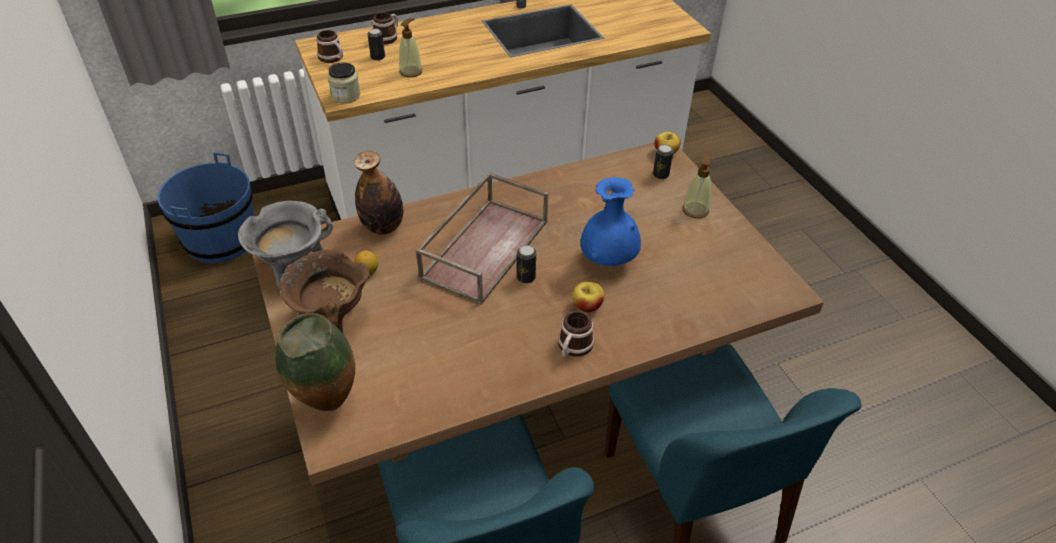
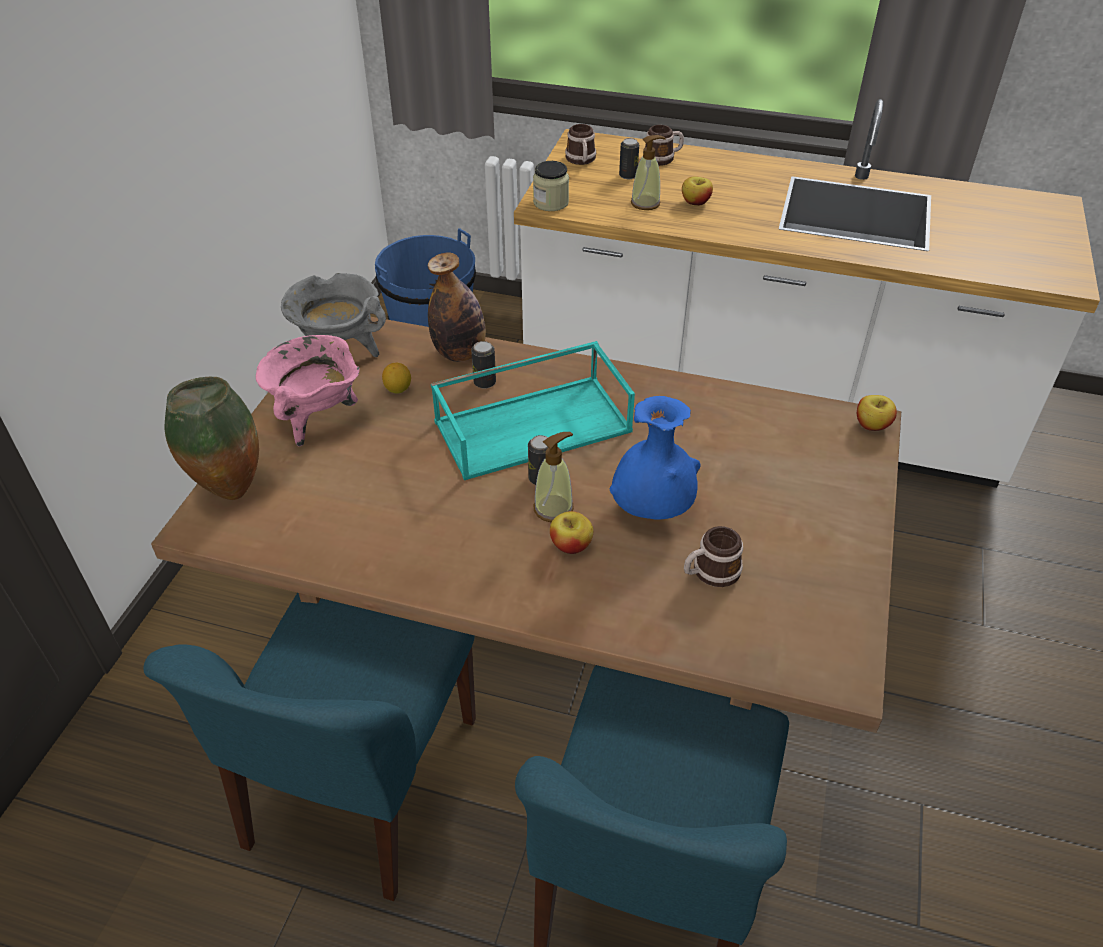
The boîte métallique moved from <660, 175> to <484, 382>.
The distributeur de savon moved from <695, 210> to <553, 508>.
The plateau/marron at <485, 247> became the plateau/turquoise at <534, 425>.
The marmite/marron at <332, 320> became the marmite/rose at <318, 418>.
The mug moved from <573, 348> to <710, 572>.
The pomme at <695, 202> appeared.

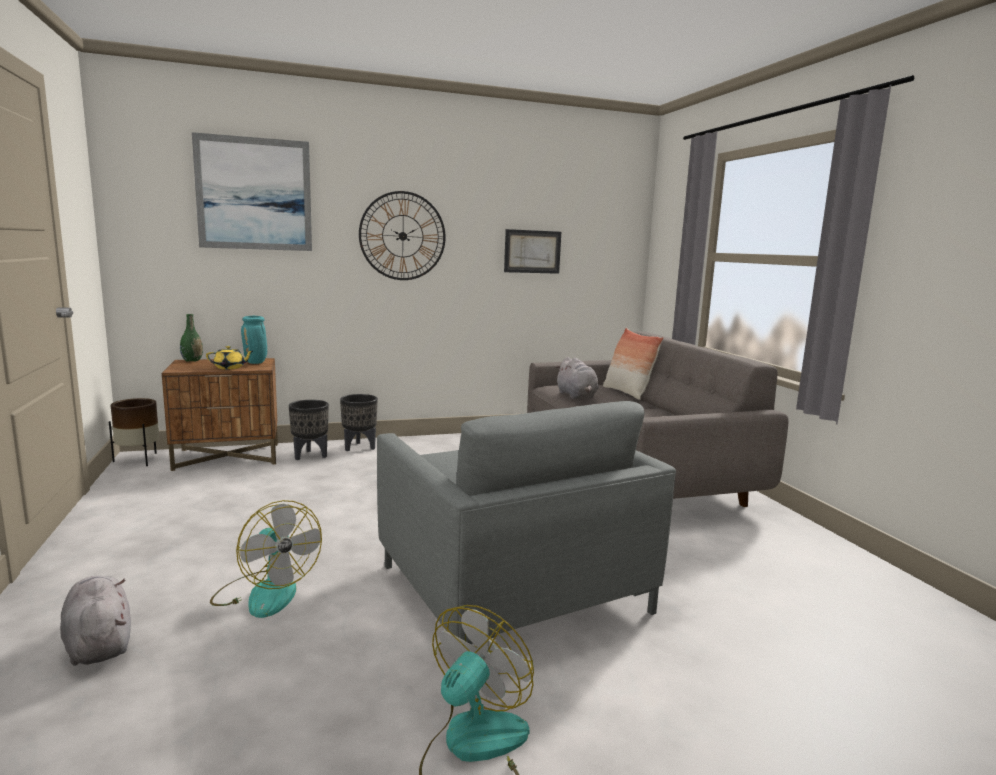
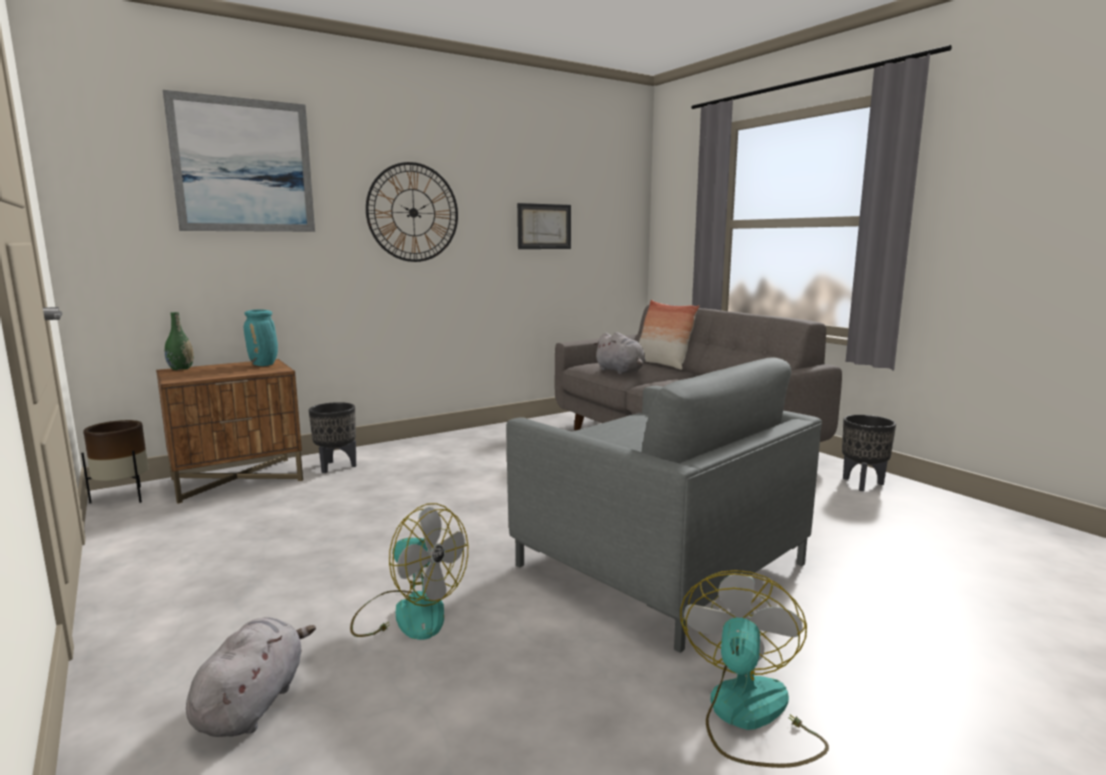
The théière/jaune at <230, 368> disappeared.
The cache-pot/noir moved from <359, 447> to <863, 484>.
The peluche/gris at <99, 643> turned 60 degrees clockwise.

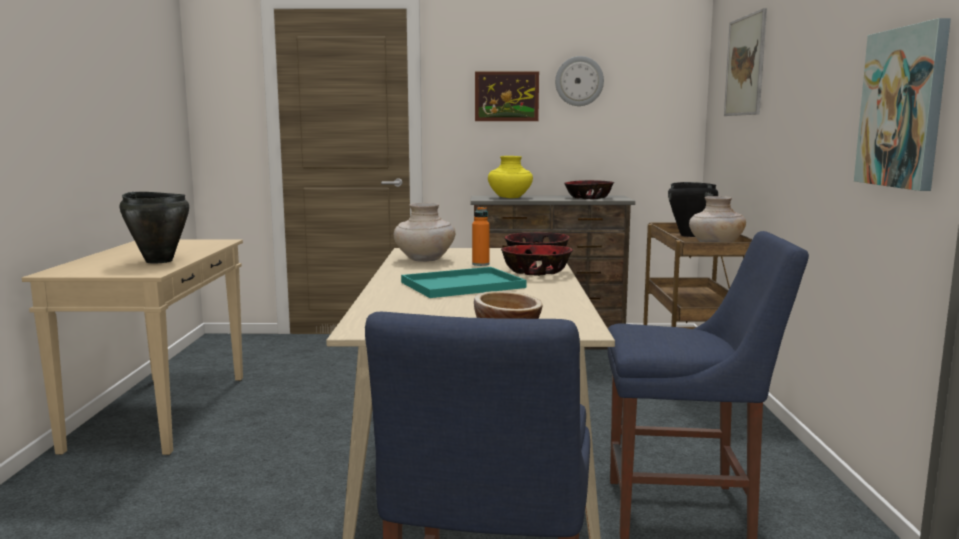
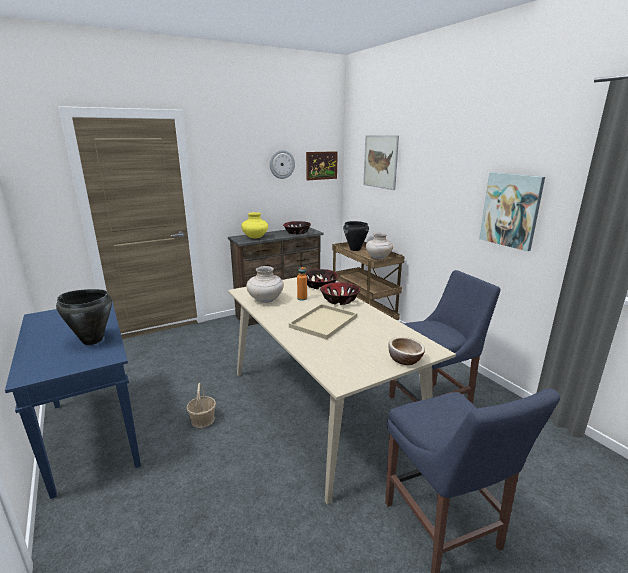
The tableau moved from <506, 96> to <321, 165>.
The table console/beige at <161, 412> became the table console/bleu at <93, 433>.
The plateau/turquoise at <461, 285> became the plateau/beige at <323, 322>.
The panier at <203, 420> appeared.

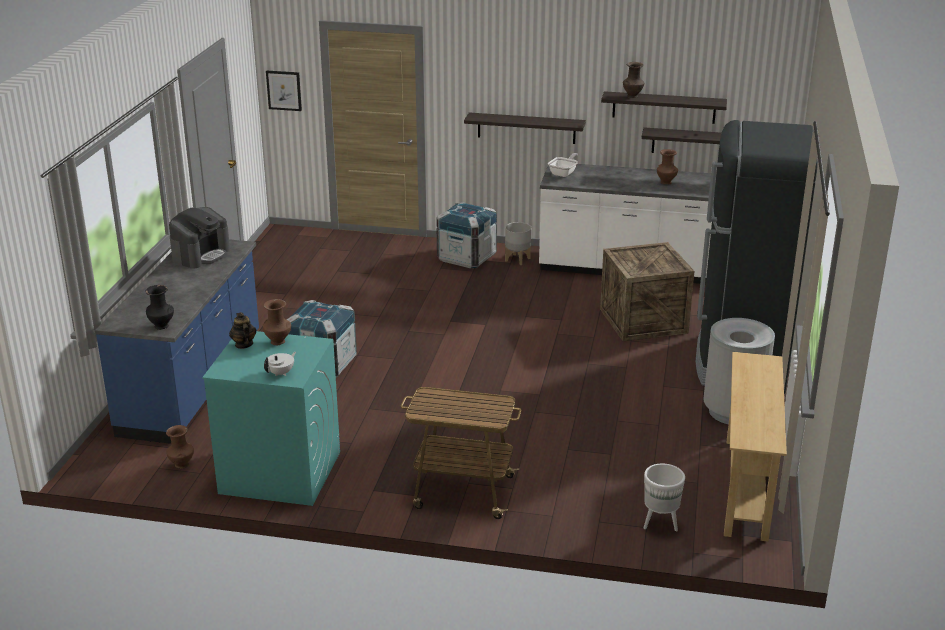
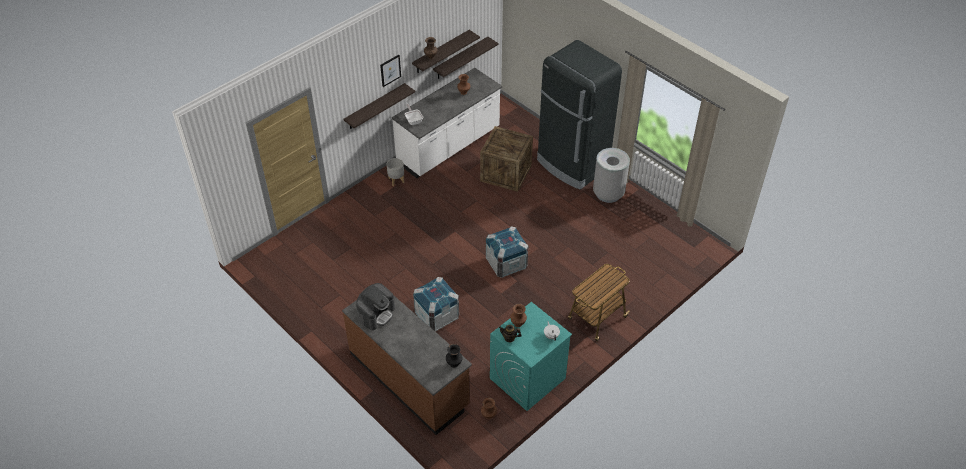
The tableau moved from <284, 90> to <390, 70>.
The caisse moved from <467, 257> to <506, 263>.
The machine à café at <201, 255> turned 60 degrees clockwise.
The comptoir de cuisine/bleu at <193, 385> became the comptoir de cuisine/marron at <409, 379>.
The table console/beige at <747, 487> disappeared.
The cache-pot/blanc at <659, 523> disappeared.

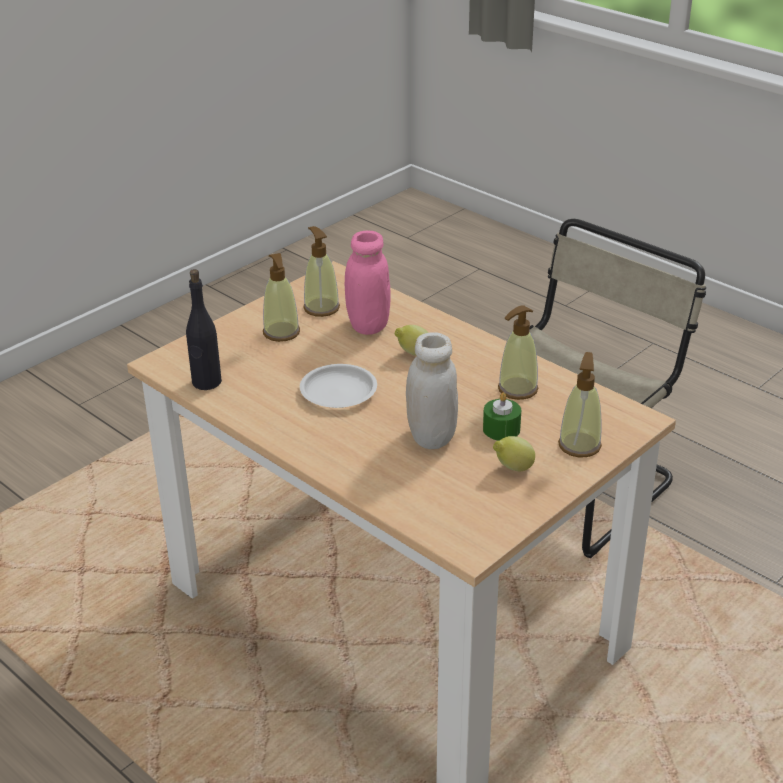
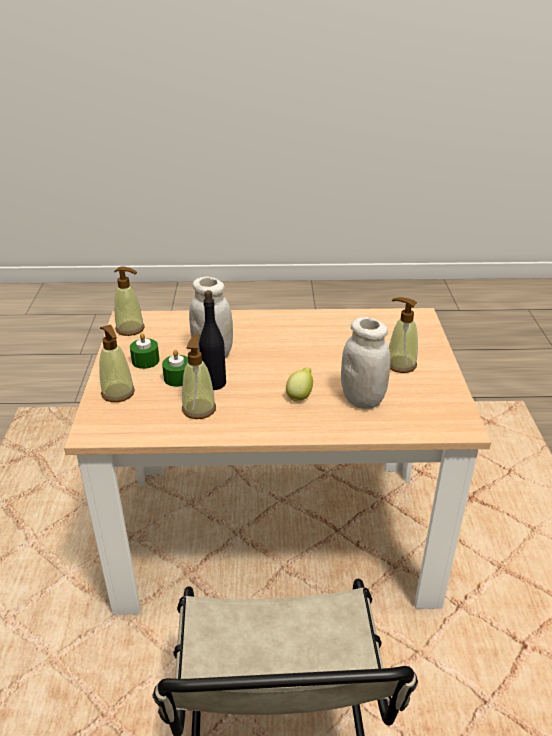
The distributeur de savon moved from <321, 308> to <130, 329>.
The bocal/rose at <368, 325> became the bocal/blanc at <362, 400>.
The bouteille/noir moved from <206, 382> to <214, 383>.
The assiette/blanc at <338, 392> disappeared.
The citron at <512, 468> was replaced by the bougie/vert at <145, 360>.

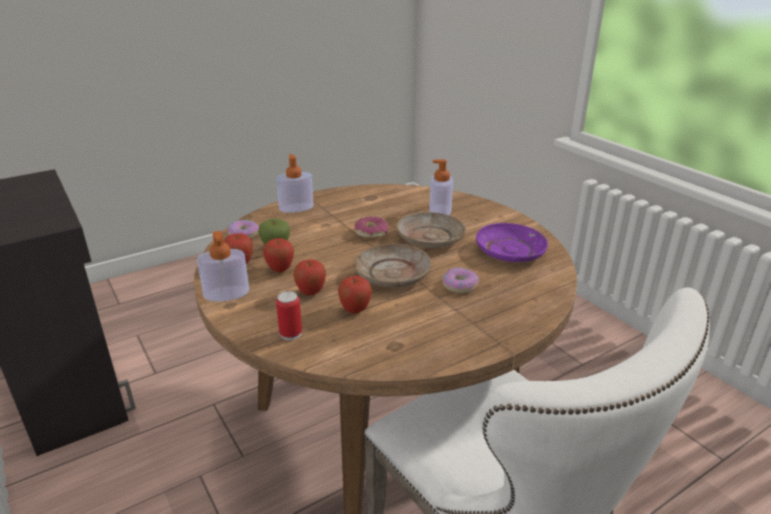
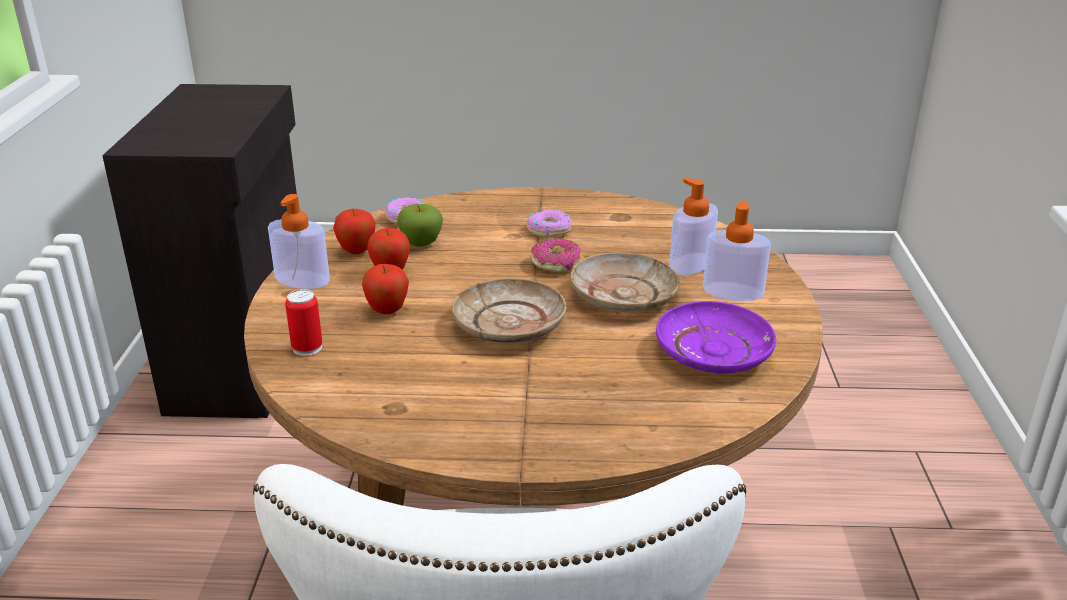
The distributeur de savon moved from <296, 208> to <733, 292>.
The beignet moved from <459, 285> to <549, 230>.
The pomme at <355, 310> disappeared.

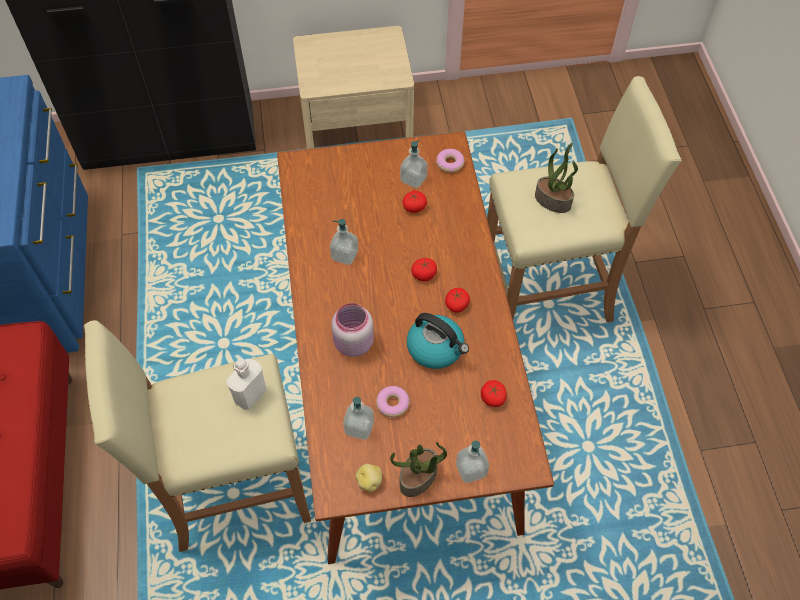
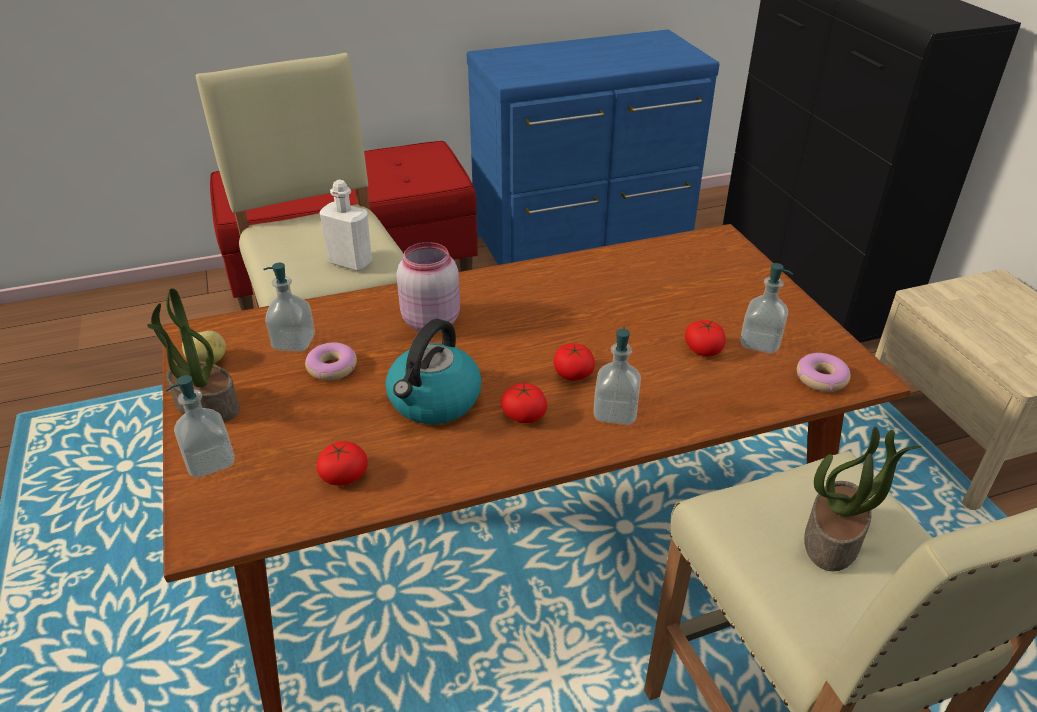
The distributeur de savon moved from <344, 255> to <615, 413>.

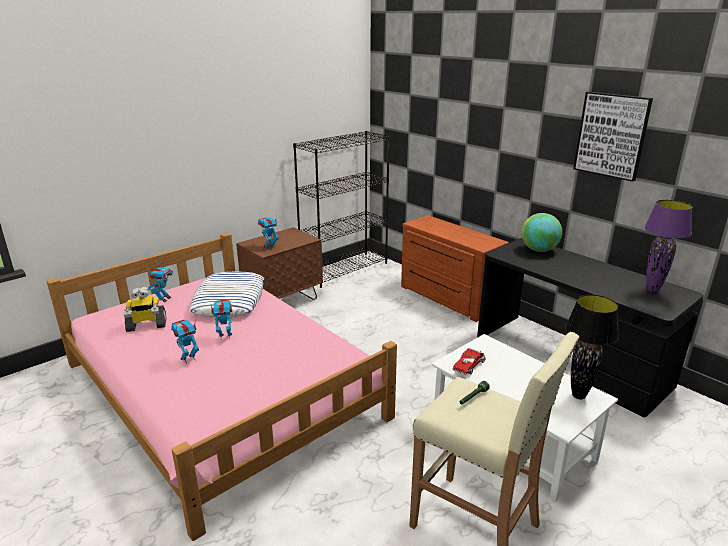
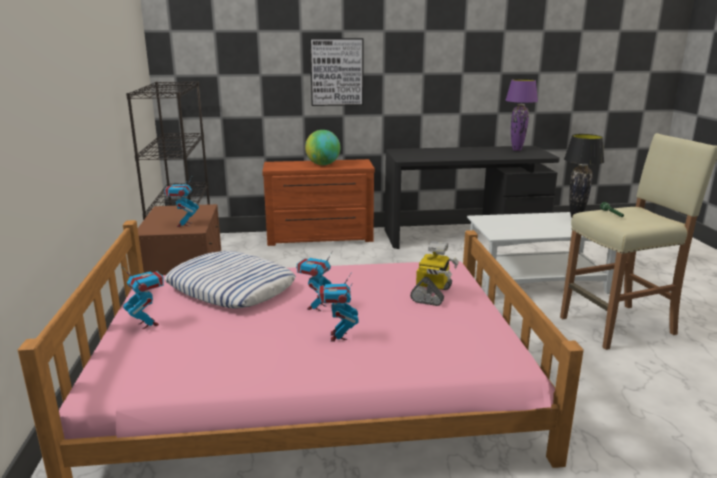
The tableau moved from <611, 135> to <336, 72>.
The globe moved from <539, 250> to <323, 164>.
The robot jouet moved from <146, 325> to <432, 294>.
The camion jouet at <469, 366> disappeared.

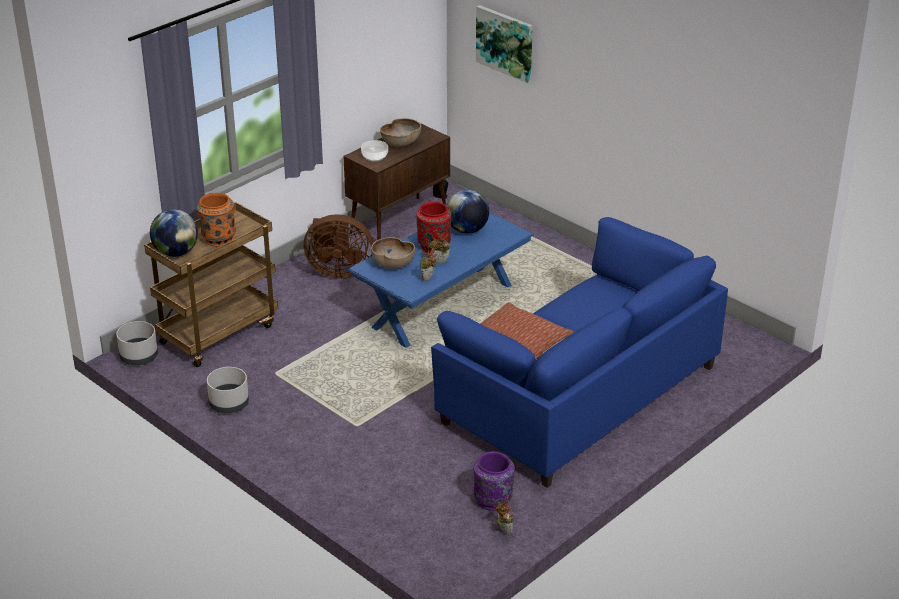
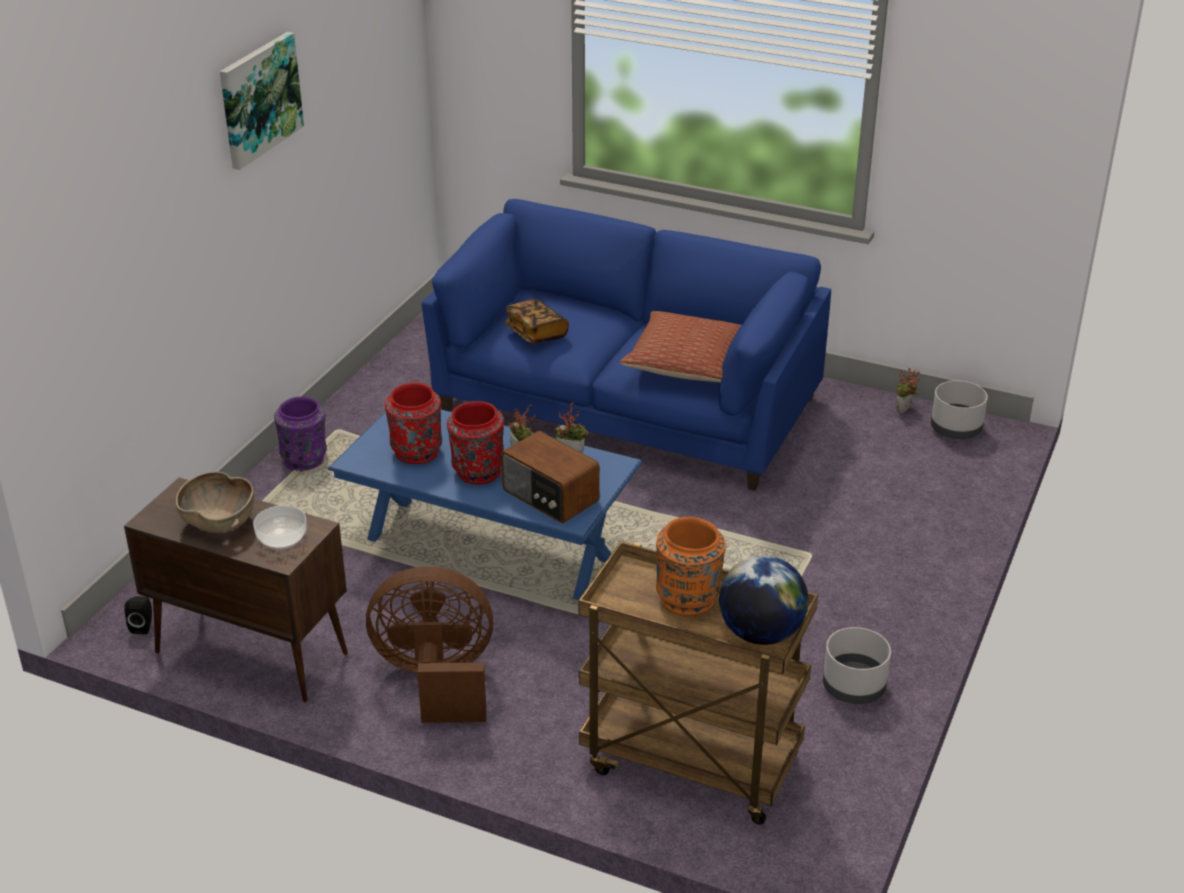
The tableau moved from <505, 43> to <259, 99>.
The globe at <467, 230> was replaced by the vase/rouge at <416, 453>.
The ventilateur/marron at <338, 271> turned 75 degrees counterclockwise.
The bol/marron at <393, 264> was replaced by the radio at <550, 497>.
The cache-pot/gris moved from <138, 357> to <956, 429>.
The vase/violet moved from <493, 500> to <304, 459>.
The livre at <536, 333> appeared.

